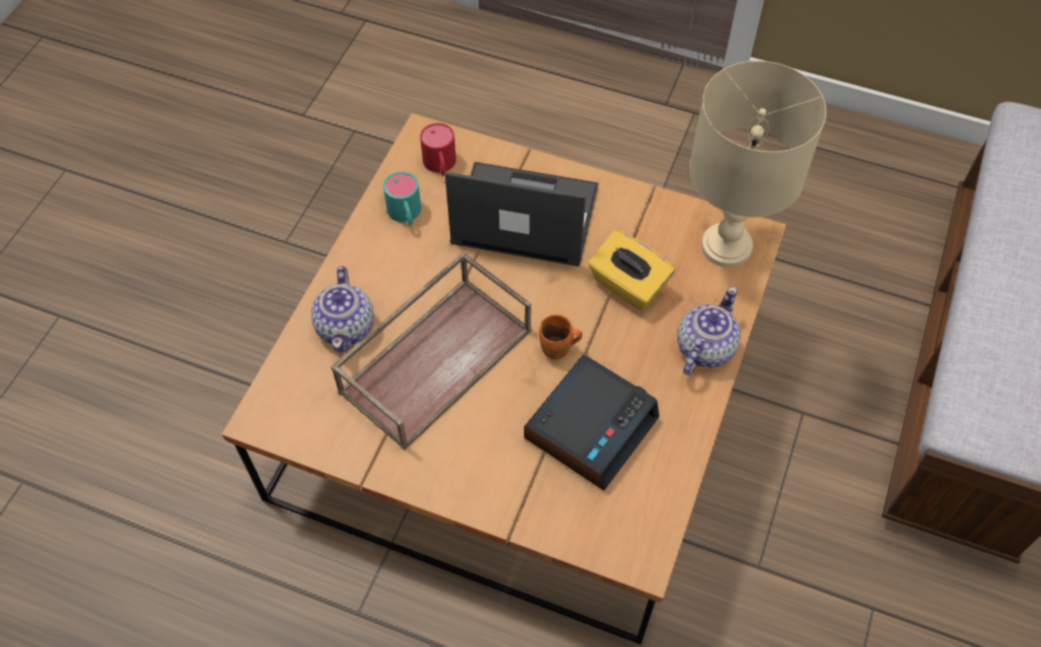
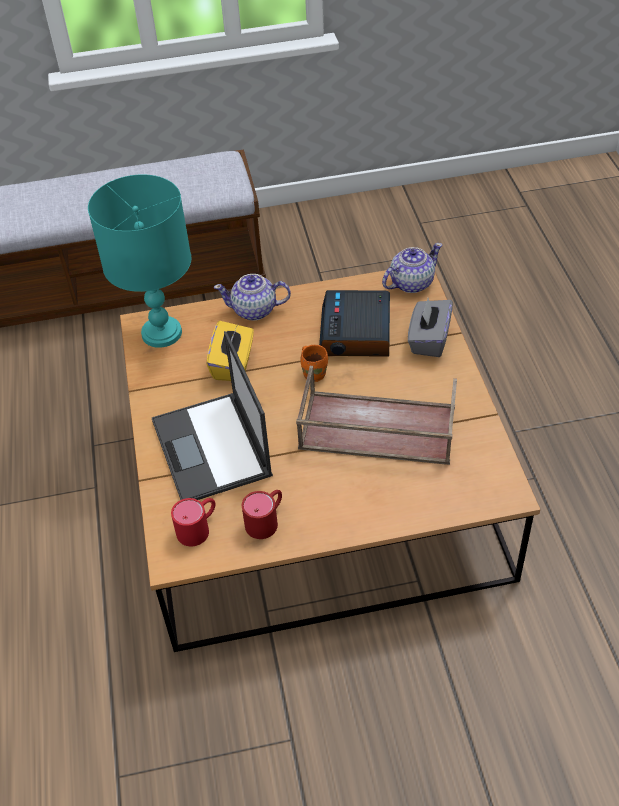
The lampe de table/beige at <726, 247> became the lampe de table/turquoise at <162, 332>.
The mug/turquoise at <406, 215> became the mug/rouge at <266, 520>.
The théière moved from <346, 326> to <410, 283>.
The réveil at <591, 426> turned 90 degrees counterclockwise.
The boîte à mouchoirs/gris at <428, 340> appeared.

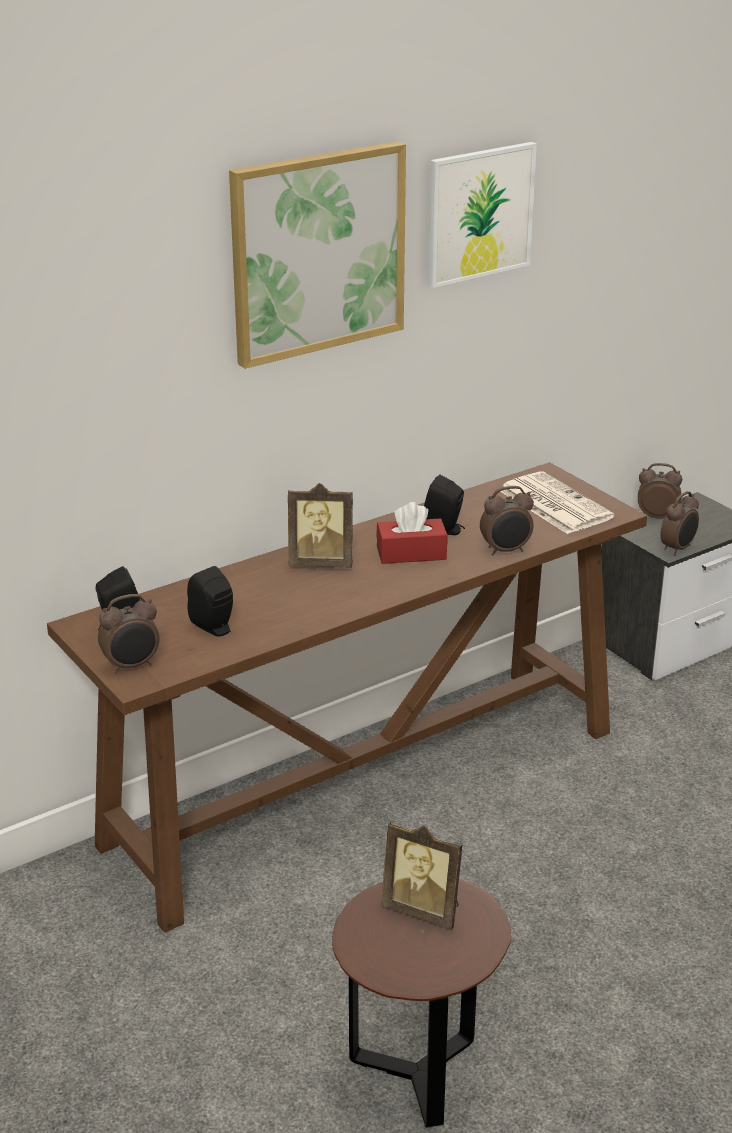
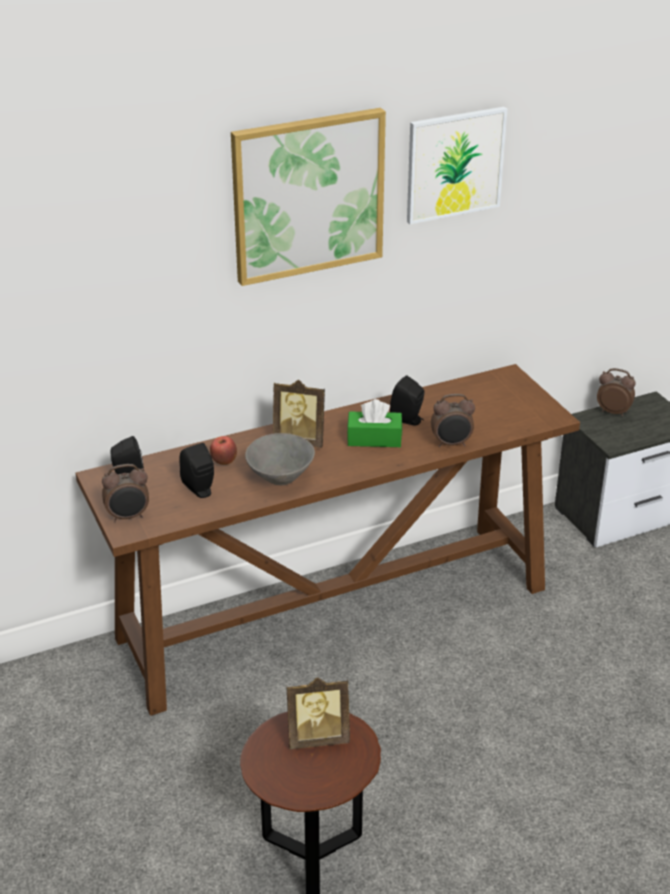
The journal at <553, 504> disappeared.
The réveil at <678, 549> disappeared.
The boîte à mouchoirs/rouge at <411, 553> became the boîte à mouchoirs/vert at <374, 439>.
The cadre photo at <423, 910> turned 45 degrees counterclockwise.
The bol/gris at <280, 477> appeared.
The pomme at <224, 462> appeared.

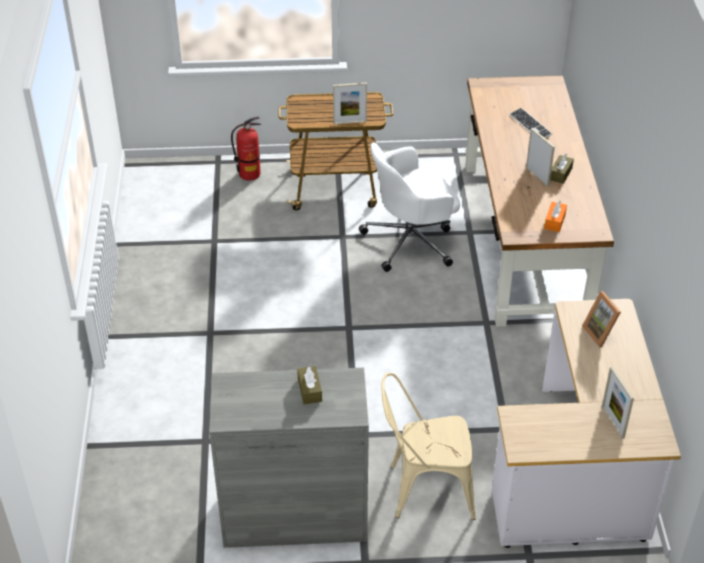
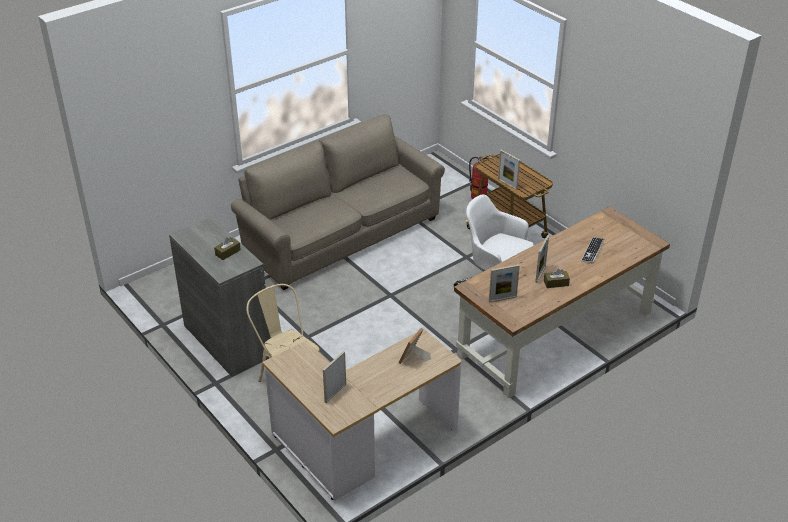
The boîte à mouchoirs/orange at <554, 221> was replaced by the cadre photo at <502, 299>.
The canapé/beige at <340, 234> appeared.

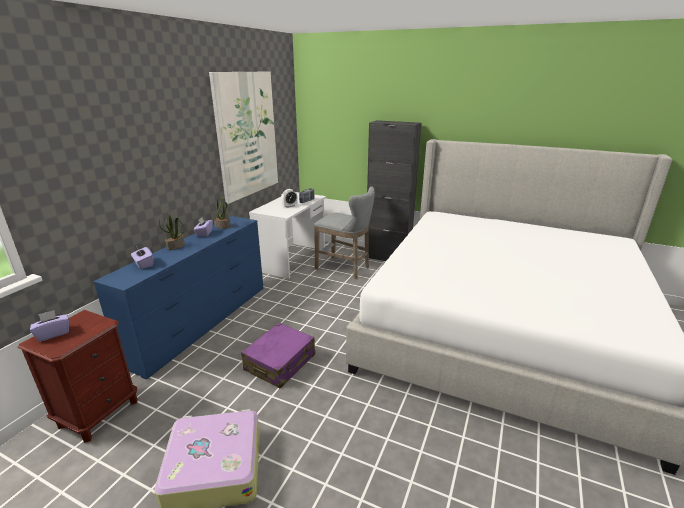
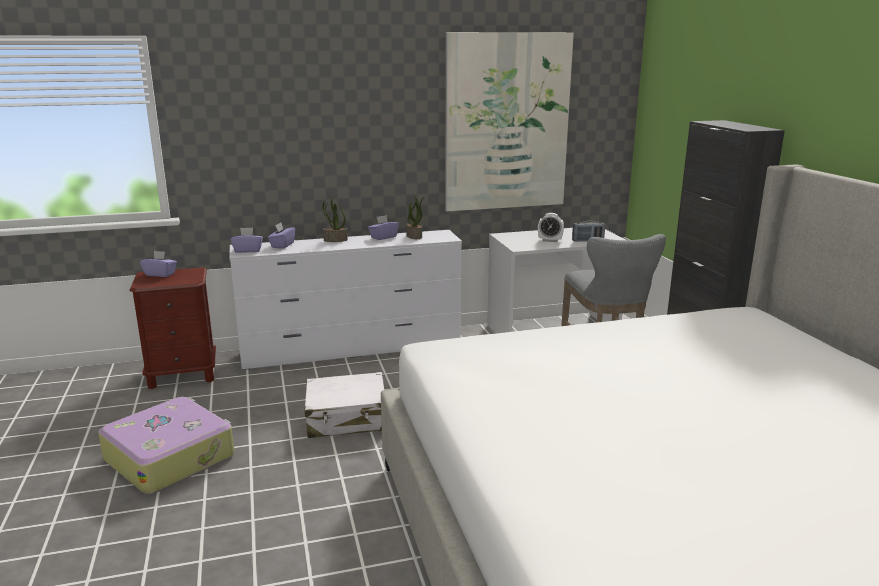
The commode/bleu at <203, 323> became the commode/blanc at <352, 349>.
The valise/violet at <280, 363> became the valise/blanc at <347, 418>.
The boîte à mouchoirs/violet at <248, 250> appeared.

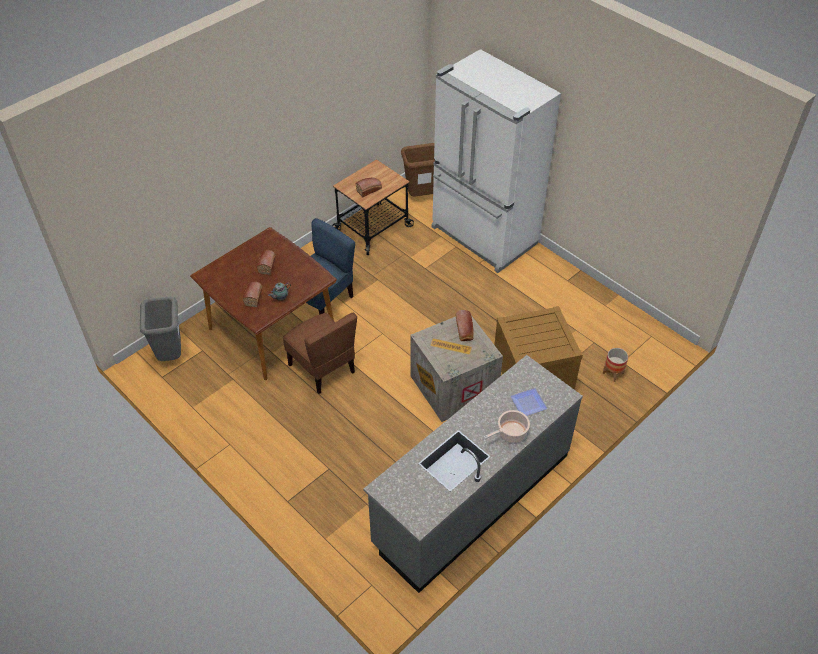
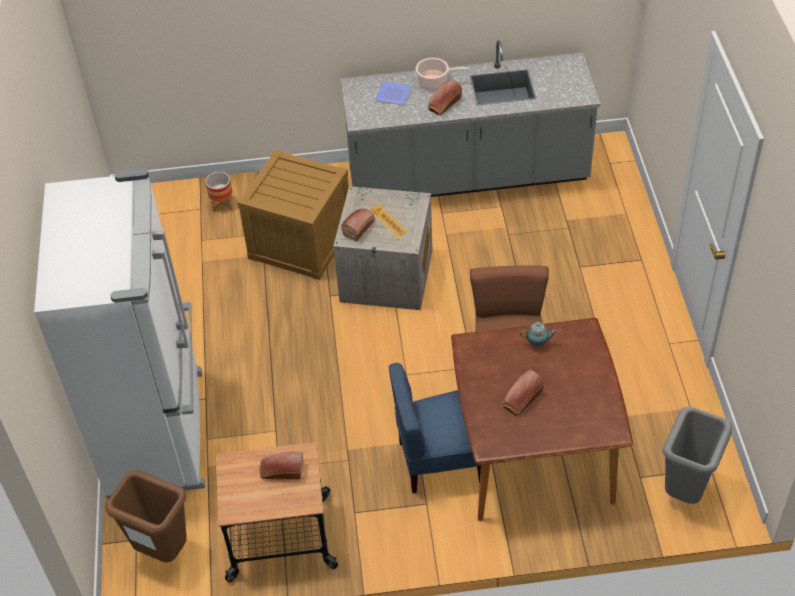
The pain moved from <253, 297> to <444, 104>.

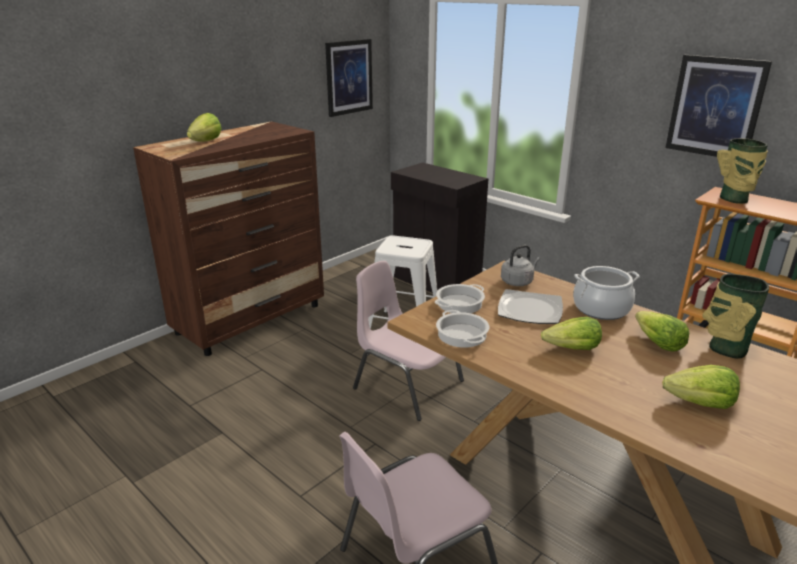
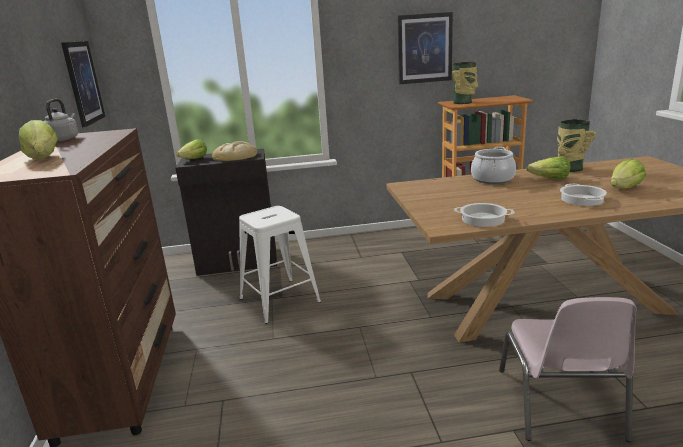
The bouilloire/gris moved from <518, 281> to <63, 139>.
The chaise/rose at <406, 384> disappeared.
The marmite moved from <459, 303> to <581, 199>.
The assiette at <529, 309> disappeared.
The laitue moved from <572, 349> to <194, 159>.
The pain at <235, 156> appeared.

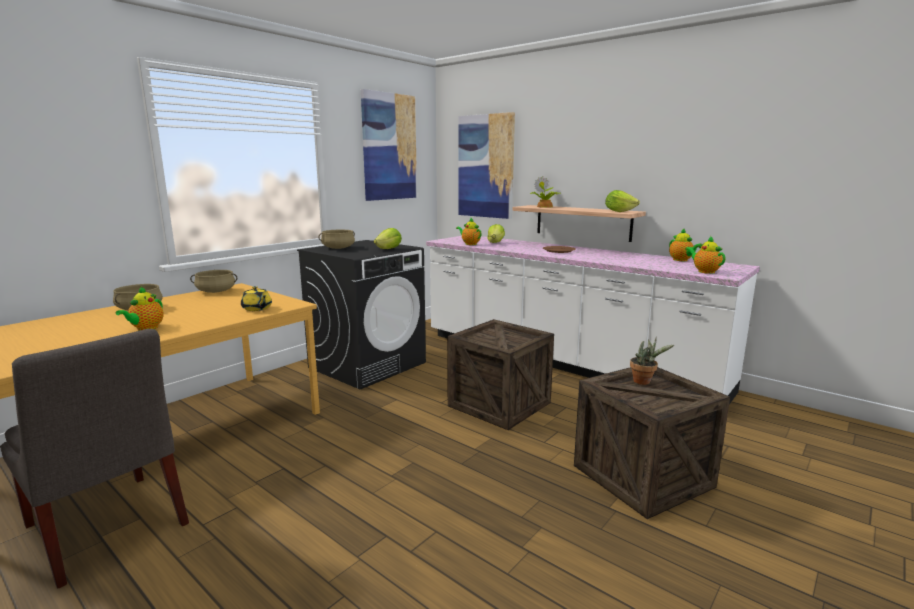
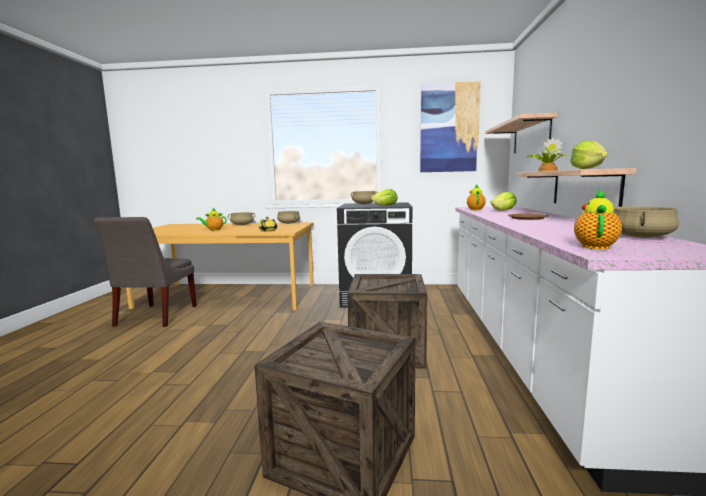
The tableau at <486, 166> was replaced by the étagère at <531, 136>.
The théière at <681, 260> was replaced by the marmite/beige at <640, 237>.
The plante en pot at <644, 382> disappeared.

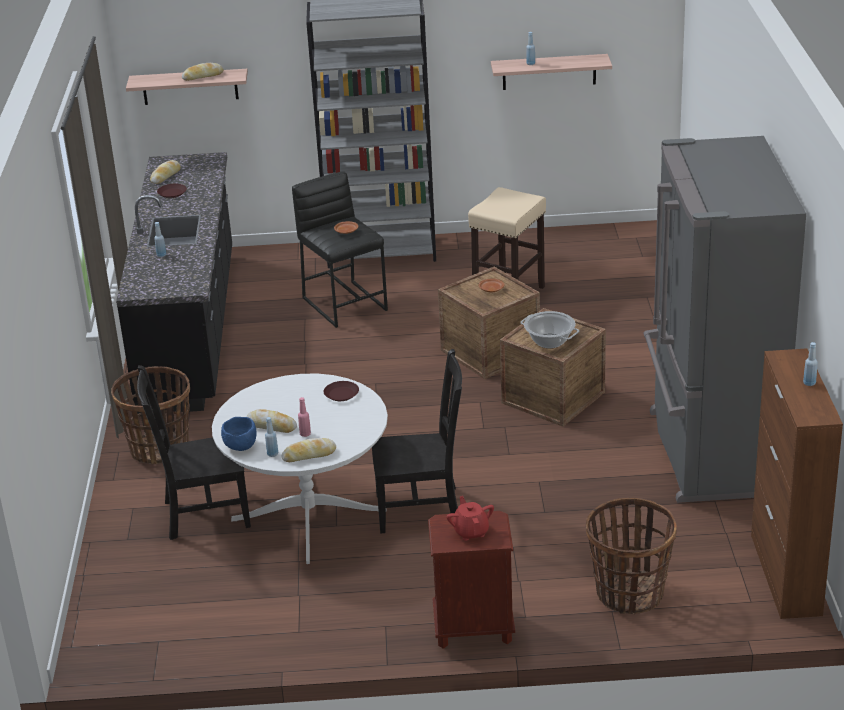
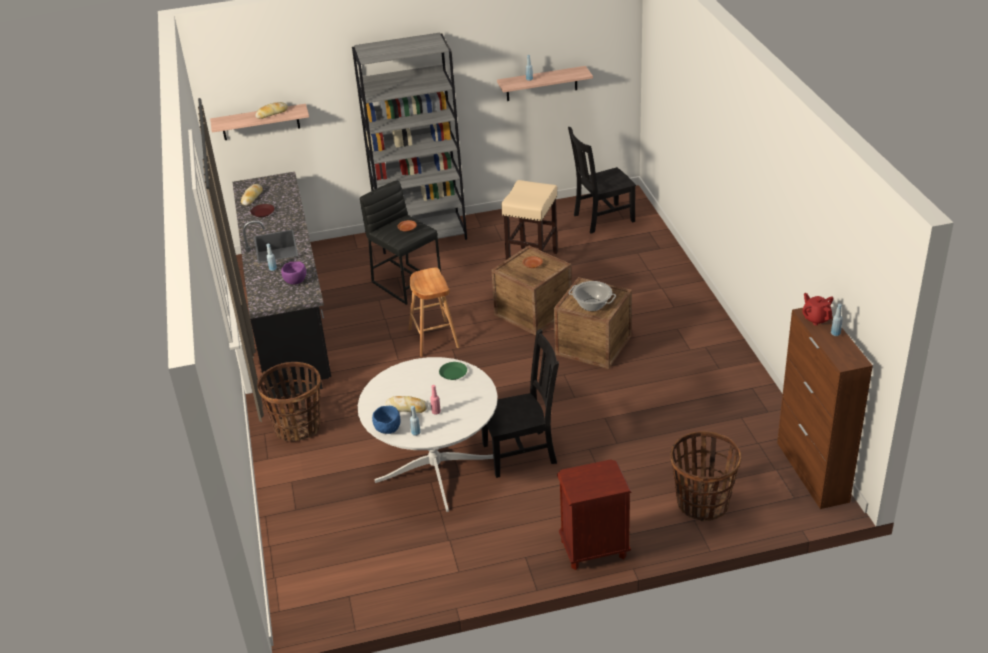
The réfrigérateur/gris at <709, 453> disappeared.
The chaise/noir moved from <203, 514> to <602, 218>.
The assiette/marron at <341, 394> became the assiette/vert at <453, 373>.
The pain at <309, 455> disappeared.
The théière/rouge moved from <471, 531> to <816, 318>.
The bol/violet at <295, 282> appeared.
The tabouret/marron at <434, 338> appeared.

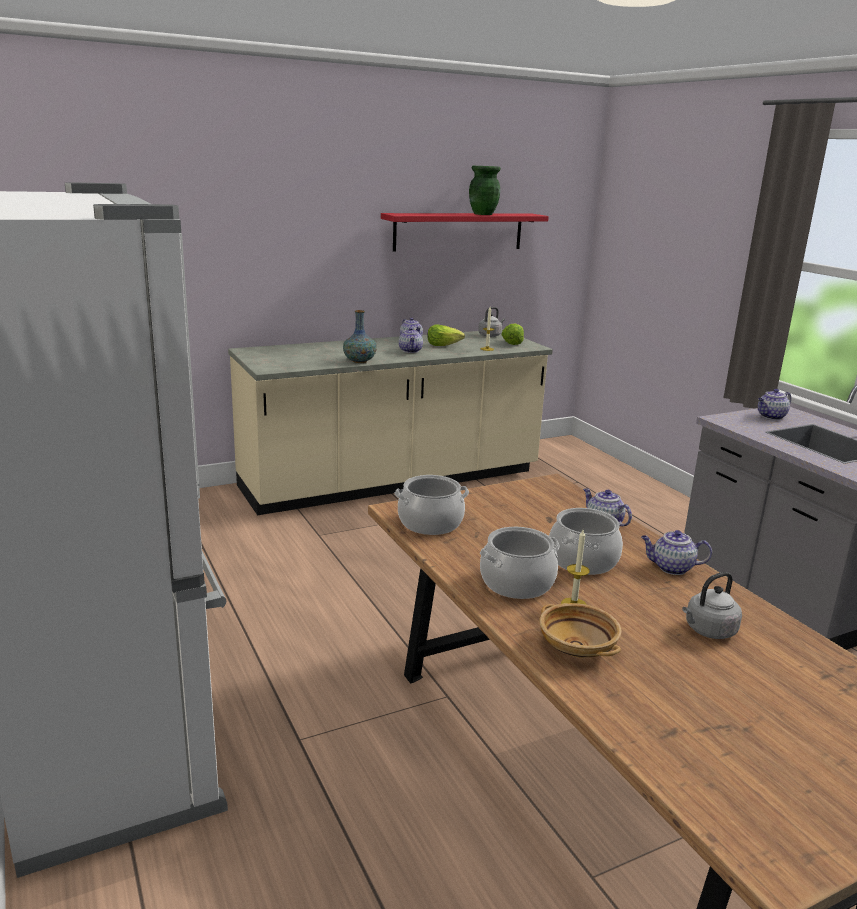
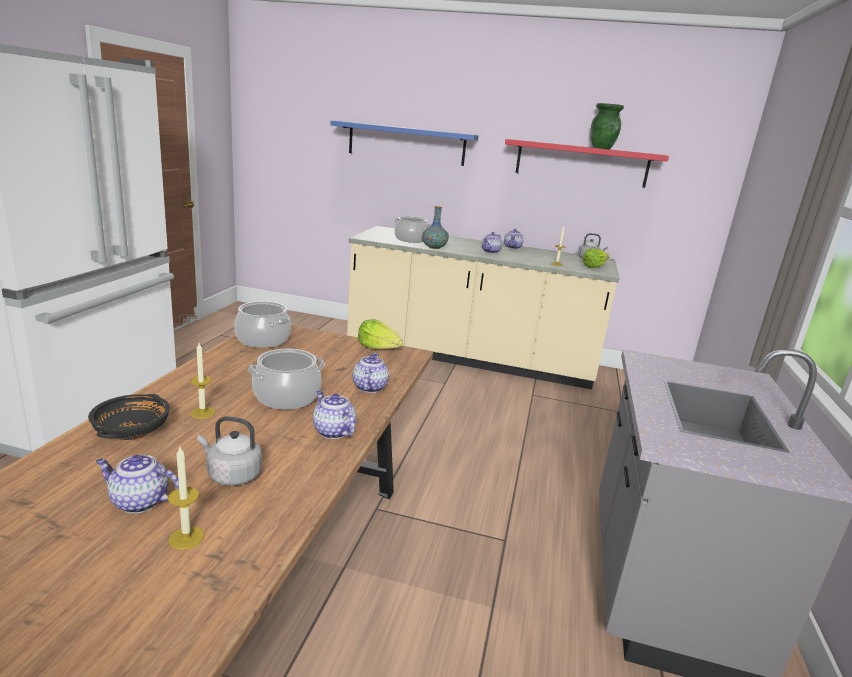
The laitue moved from <443, 345> to <379, 348>.
The théière moved from <771, 417> to <138, 501>.
The marmite moved from <517, 583> to <410, 240>.
The bol/beige at <578, 647> became the bol/noir at <132, 431>.
The étagère/bleu at <406, 143> appeared.
The bougie at <186, 538> appeared.

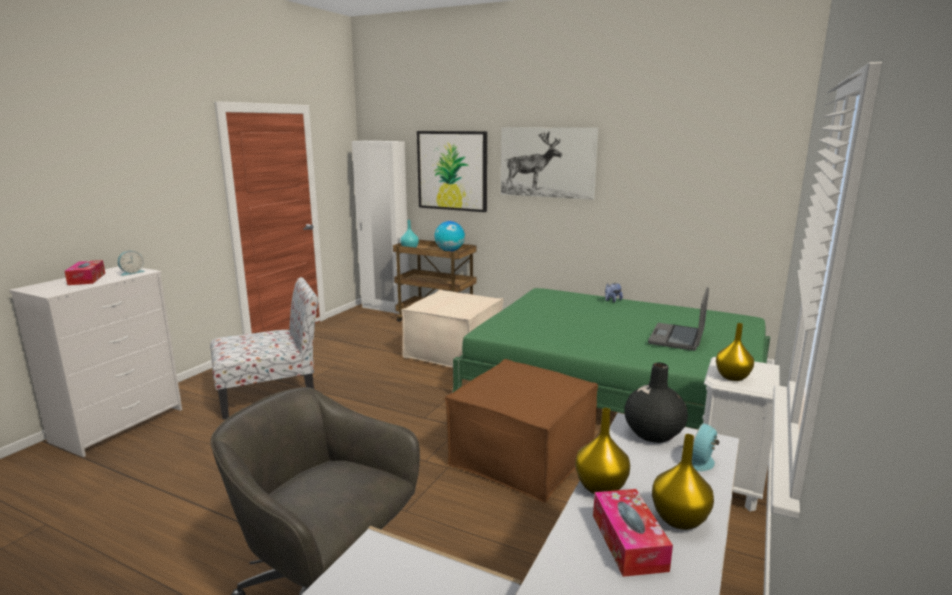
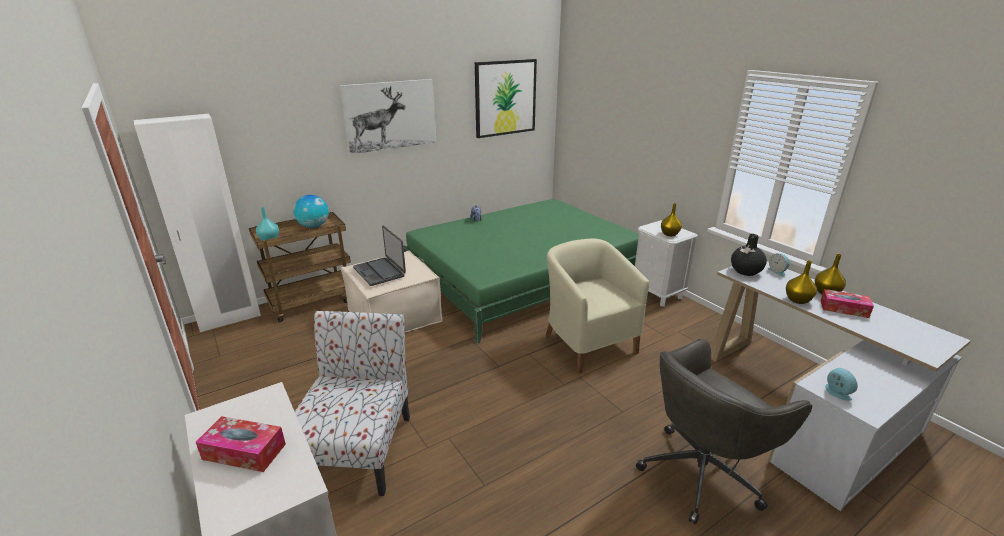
The tableau moved from <452, 171> to <505, 98>.
The réveil moved from <131, 272> to <836, 393>.
The ordinateur portable moved from <677, 338> to <380, 272>.
The pouf/marron at <522, 457> was replaced by the fauteuil/beige at <588, 343>.

